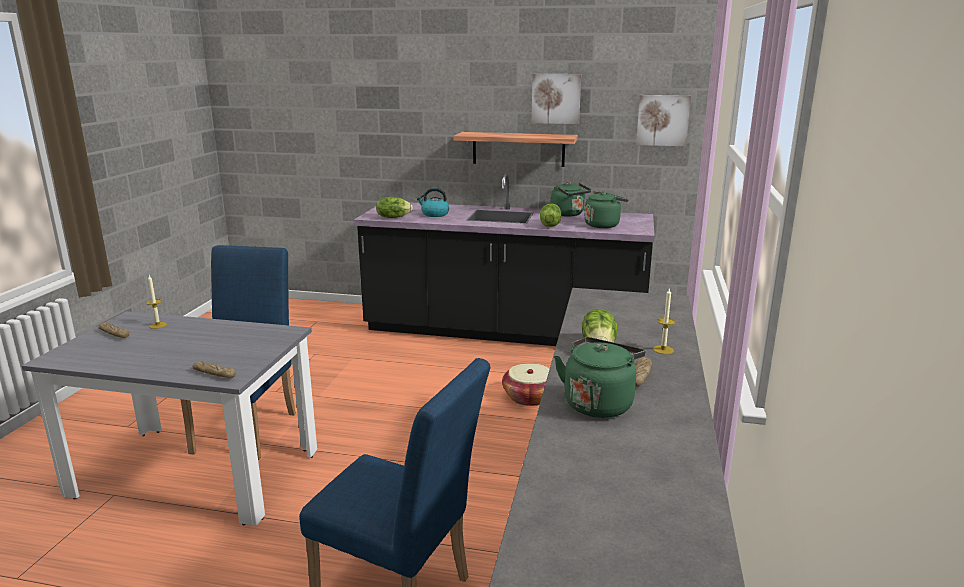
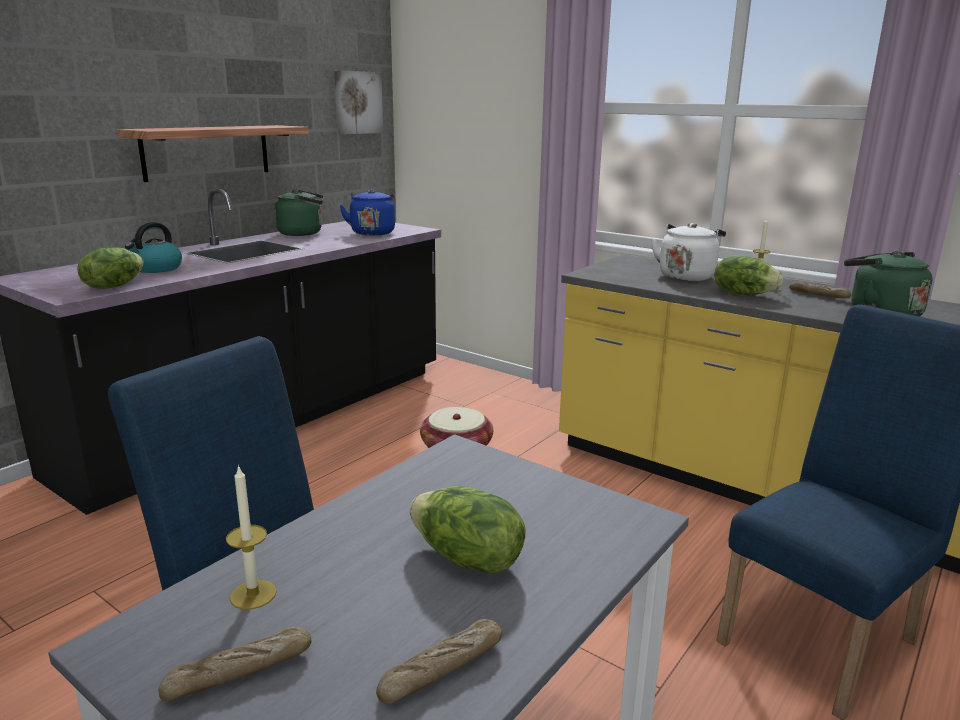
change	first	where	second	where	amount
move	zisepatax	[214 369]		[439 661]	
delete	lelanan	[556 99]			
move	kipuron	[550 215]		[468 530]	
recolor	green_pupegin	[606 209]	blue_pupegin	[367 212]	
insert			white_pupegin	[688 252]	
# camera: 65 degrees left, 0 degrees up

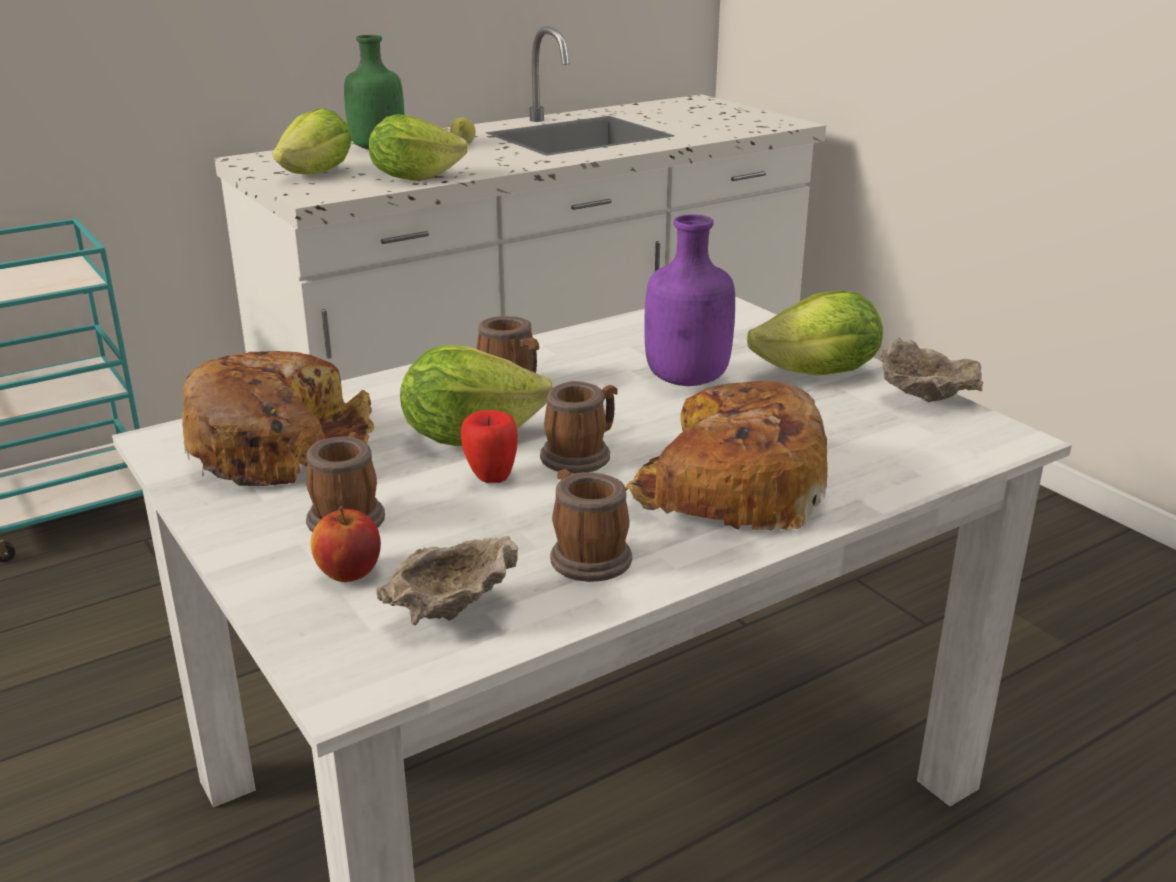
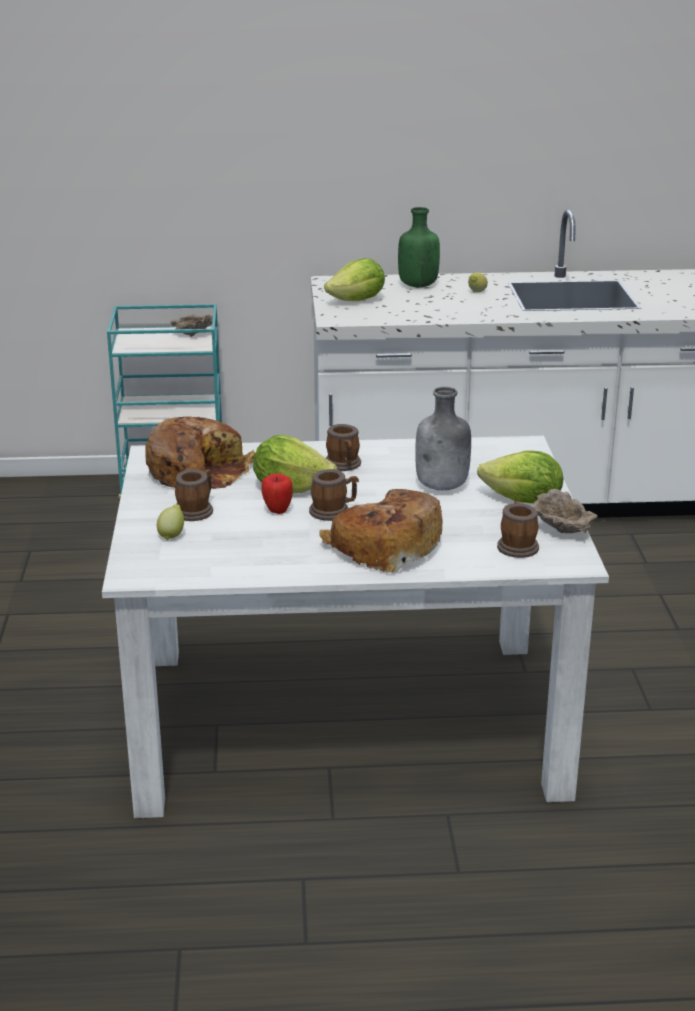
change	first	where	second	where	amount
replace	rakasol	[346 544]	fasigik	[170 522]	
delete	kipuron	[418 147]			
move	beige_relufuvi	[447 581]		[191 326]	
move	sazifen	[591 525]		[518 529]	
recolor	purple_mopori	[689 300]	grey_mopori	[443 439]	
# camera: 30 degrees right, 0 degrees up

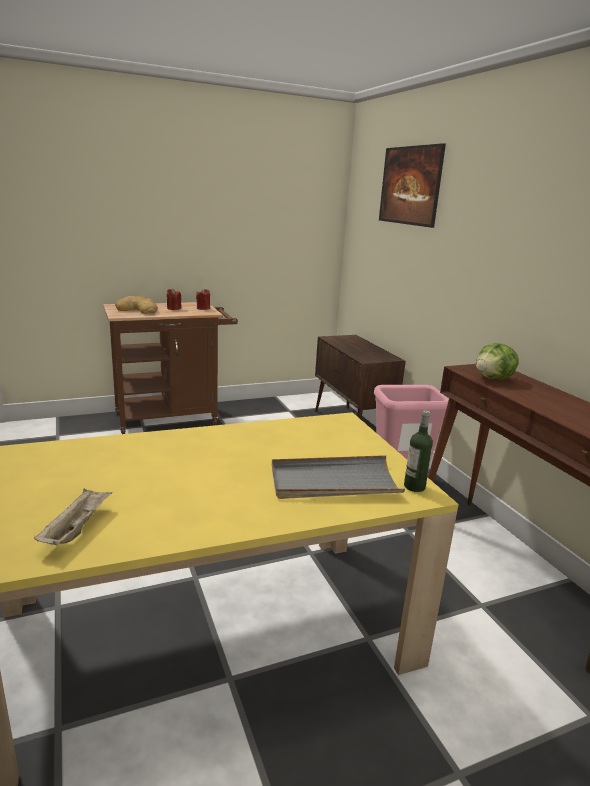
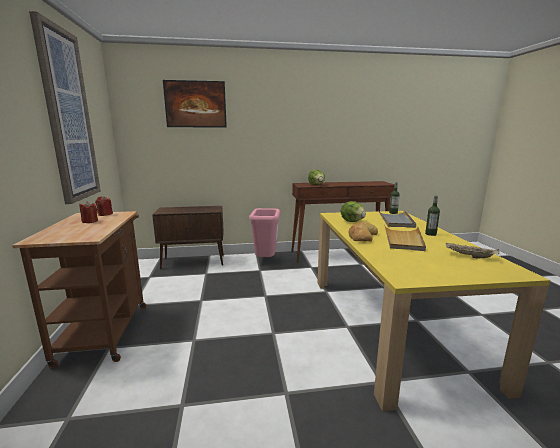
change	first	where	second	where	amount
move	zisepatax	[136 305]		[363 232]	
insert			lelanan	[65 107]	
insert			kipuron	[353 211]	
insert			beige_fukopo	[405 238]	
insert			mopori	[432 215]	
# camera: 75 degrees left, 5 degrees down

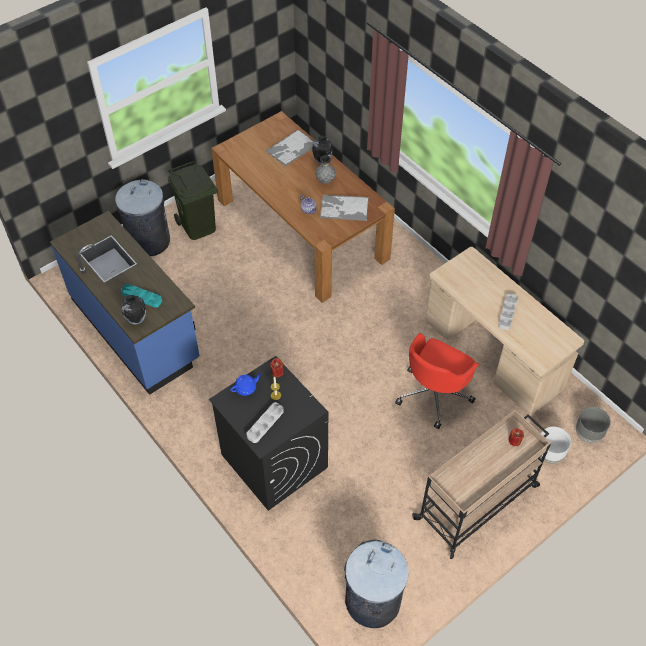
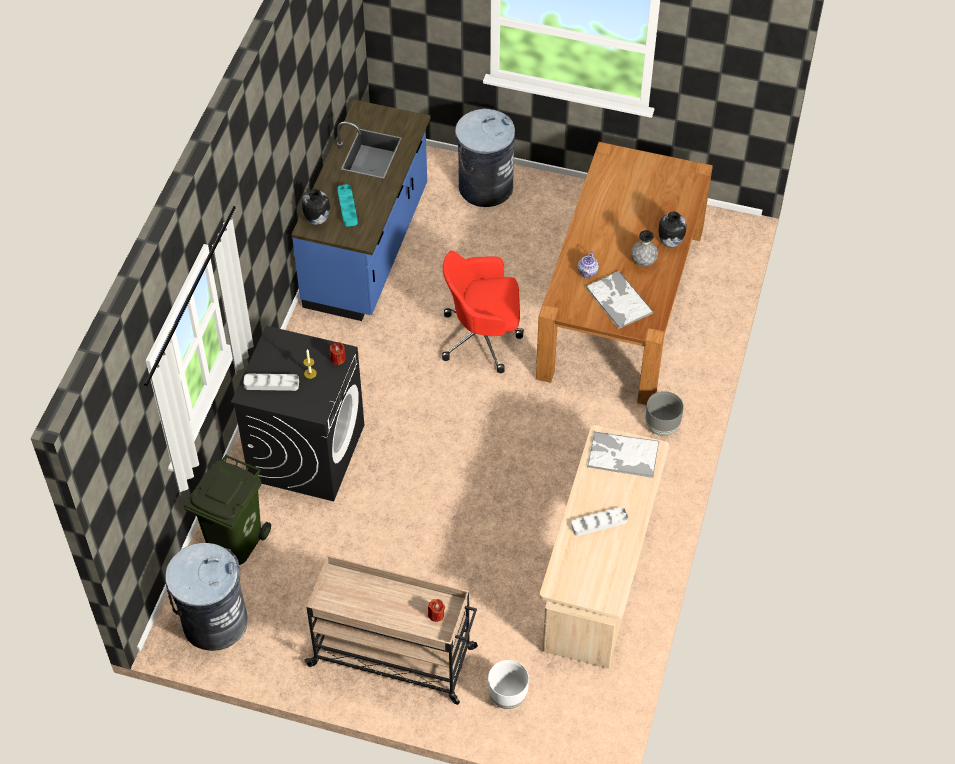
change	first	where	second	where	amount
move	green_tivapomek	[193 200]		[227 510]	
delete	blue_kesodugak	[246 384]			
move	fukopo	[290 148]		[623 454]	
move	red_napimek	[437 381]		[483 312]	
move	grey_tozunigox	[593 425]		[665 413]	
# camera: 55 degrees right, 0 degrees up

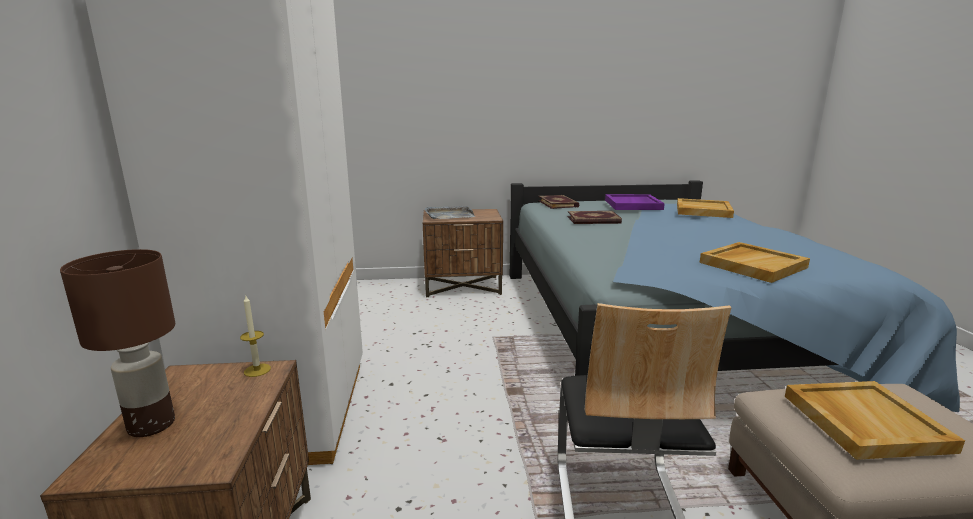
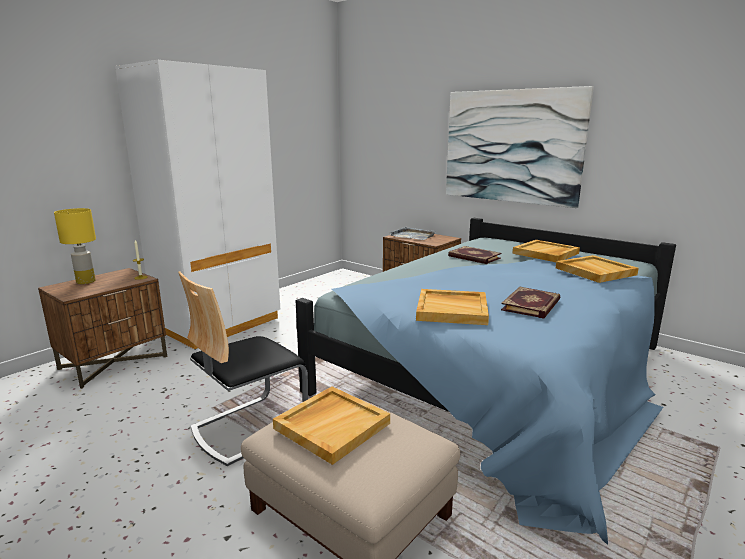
change	first	where	second	where	amount
recolor	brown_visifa	[117 343]	yellow_visifa	[75 246]	
move	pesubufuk	[558 202]		[531 303]	
recolor	purple_fukopo	[635 202]	beige_fukopo	[546 251]	
insert			lelanan	[520 147]	
# camera: 45 degrees right, 0 degrees up

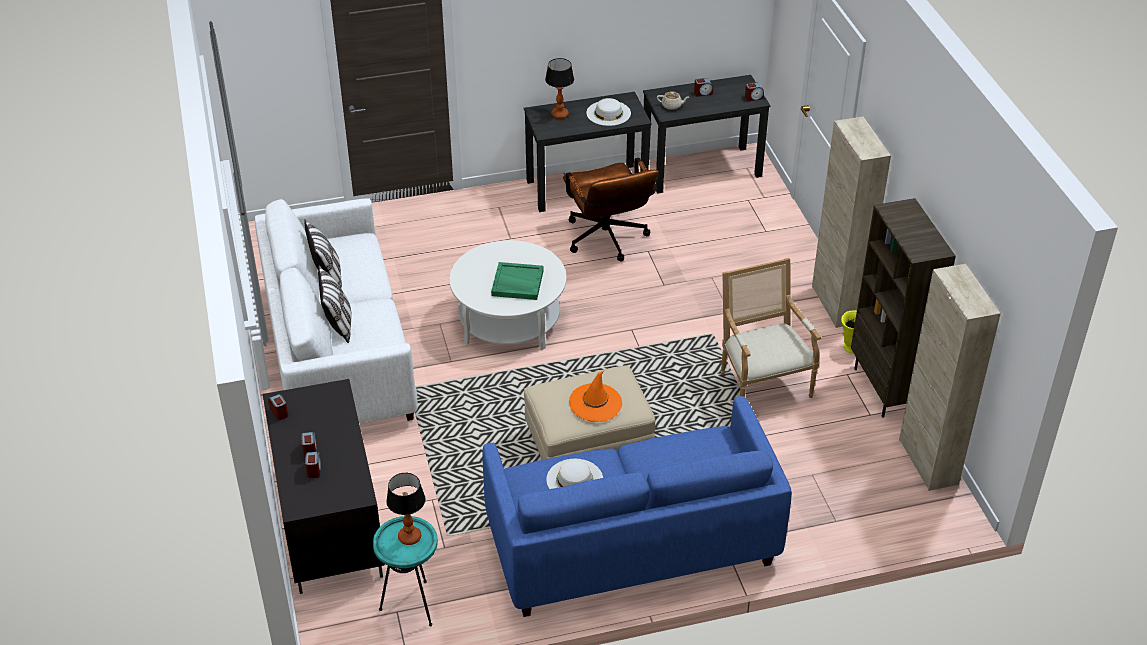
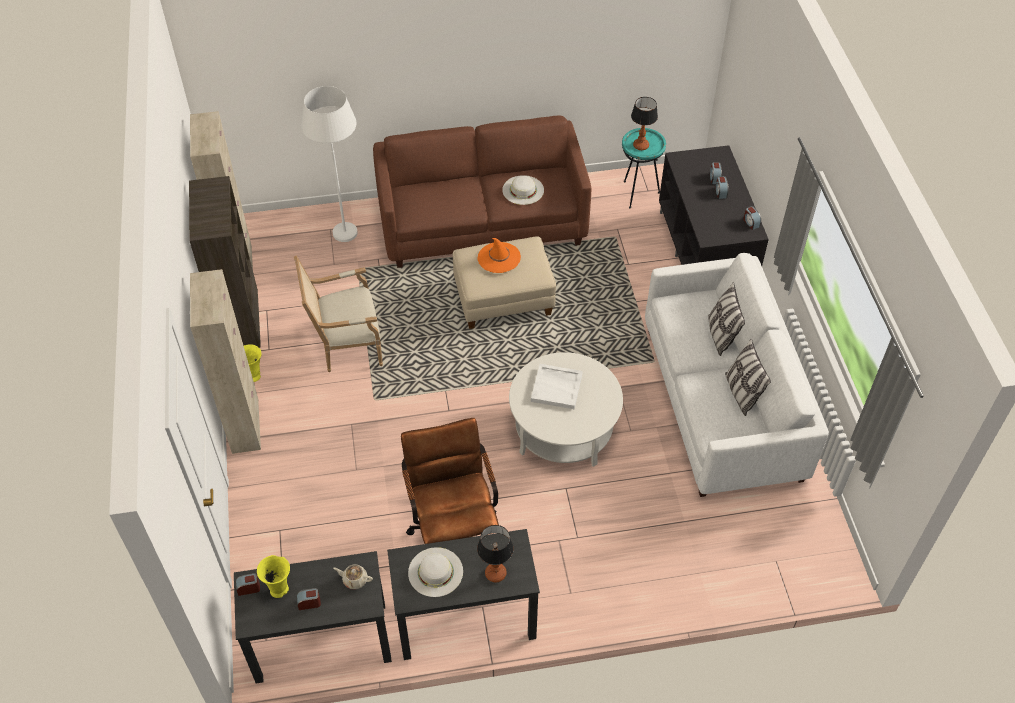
change	first	where	second	where	amount
recolor	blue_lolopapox	[637 506]	brown_lolopapox	[482 192]	
recolor	green_fukopo	[517 281]	white_fukopo	[557 386]	
rotate	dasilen	[771 328]		[338 313]	90 degrees clockwise
insert			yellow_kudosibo	[273 576]	
insert			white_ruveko	[329 164]	
# camera: 175 degrees left, 10 degrees up

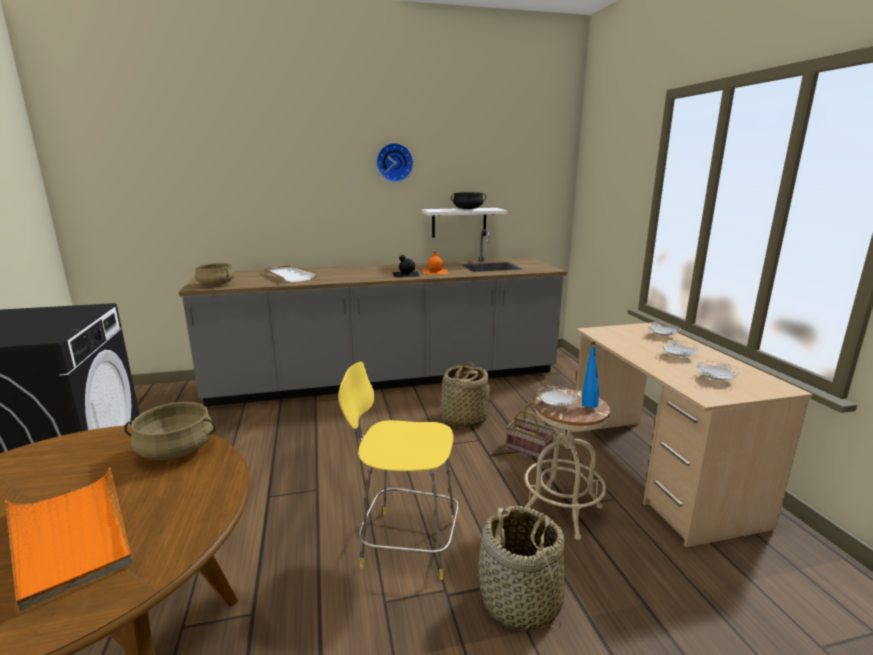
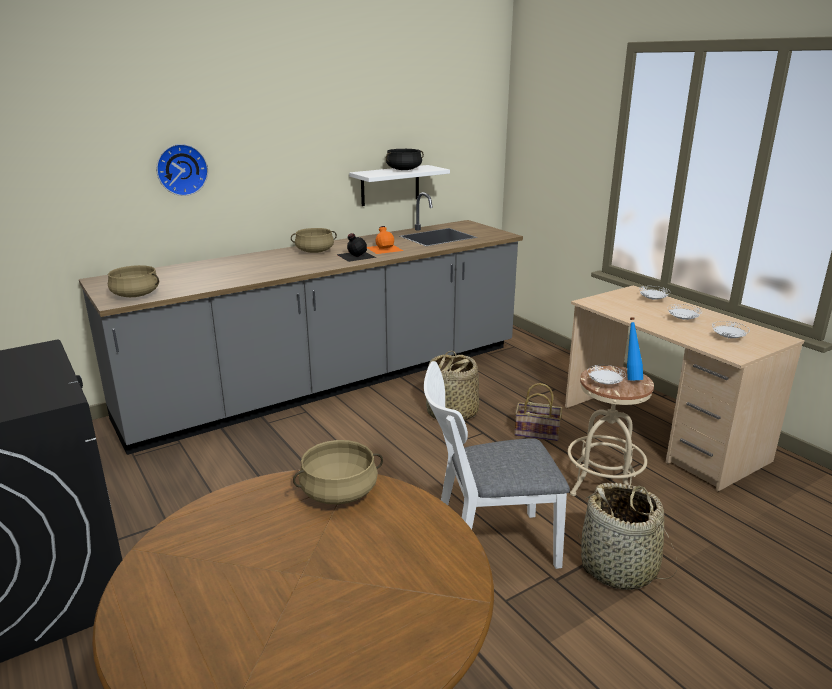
change	first	where	second	where	amount
delete	orange_fukopo	[69 539]			
delete	white_fukopo	[290 273]			
replace	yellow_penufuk	[398 471]	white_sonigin	[497 465]	
move	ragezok	[394 162]		[182 170]	
insert			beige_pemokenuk	[314 240]	
# camera: 20 degrees left, 5 degrees up

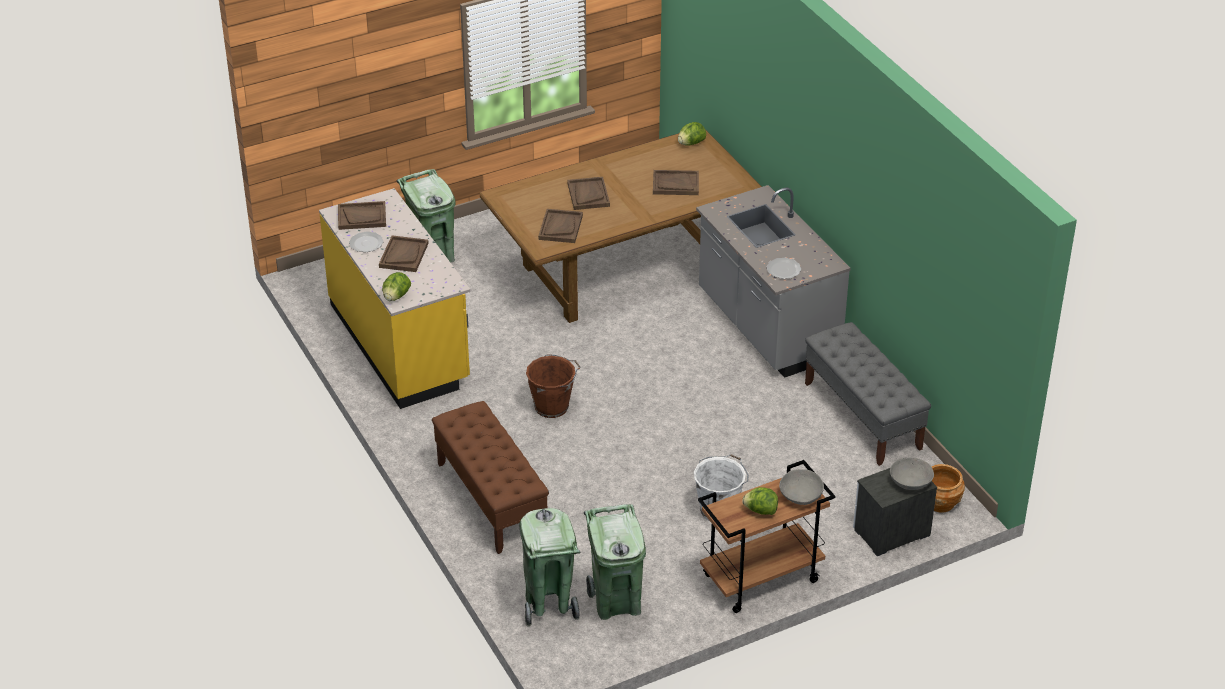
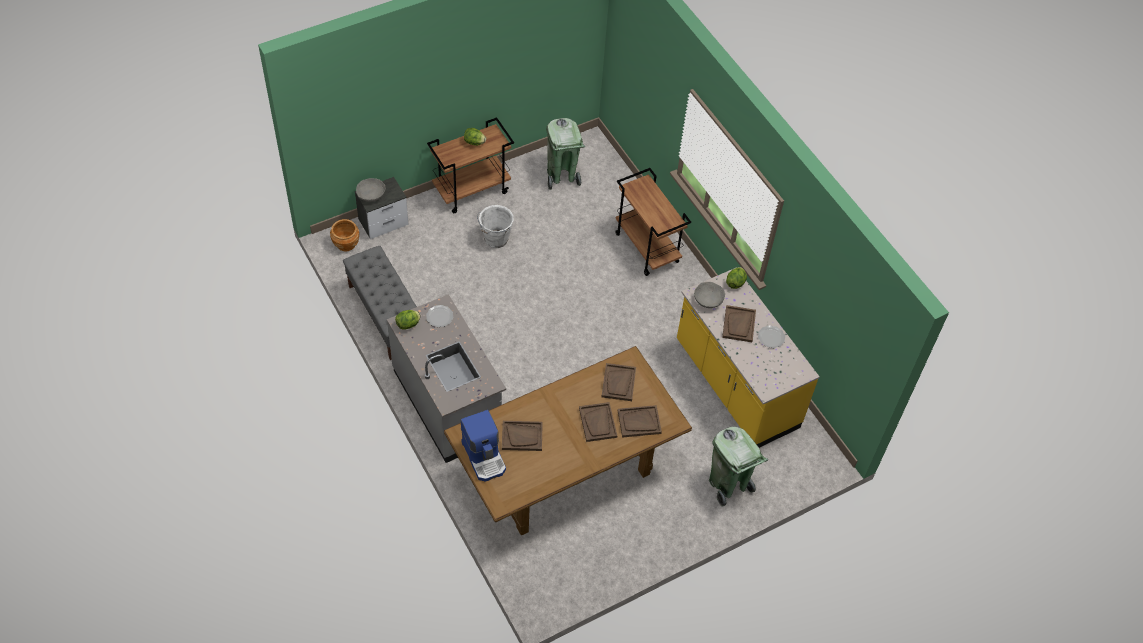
change	first	where	second	where	amount
move	brown_fukopo	[362 215]		[640 421]	
replace	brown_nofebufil	[490 477]	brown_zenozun	[653 222]	
delete	green_tivapomek	[549 567]			
delete	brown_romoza	[553 386]			
move	kipuron	[692 134]		[407 320]	
move	grey_relufuvi	[801 487]		[709 295]	
insert			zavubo	[483 446]	
# camera: 175 degrees right, 15 degrees up

